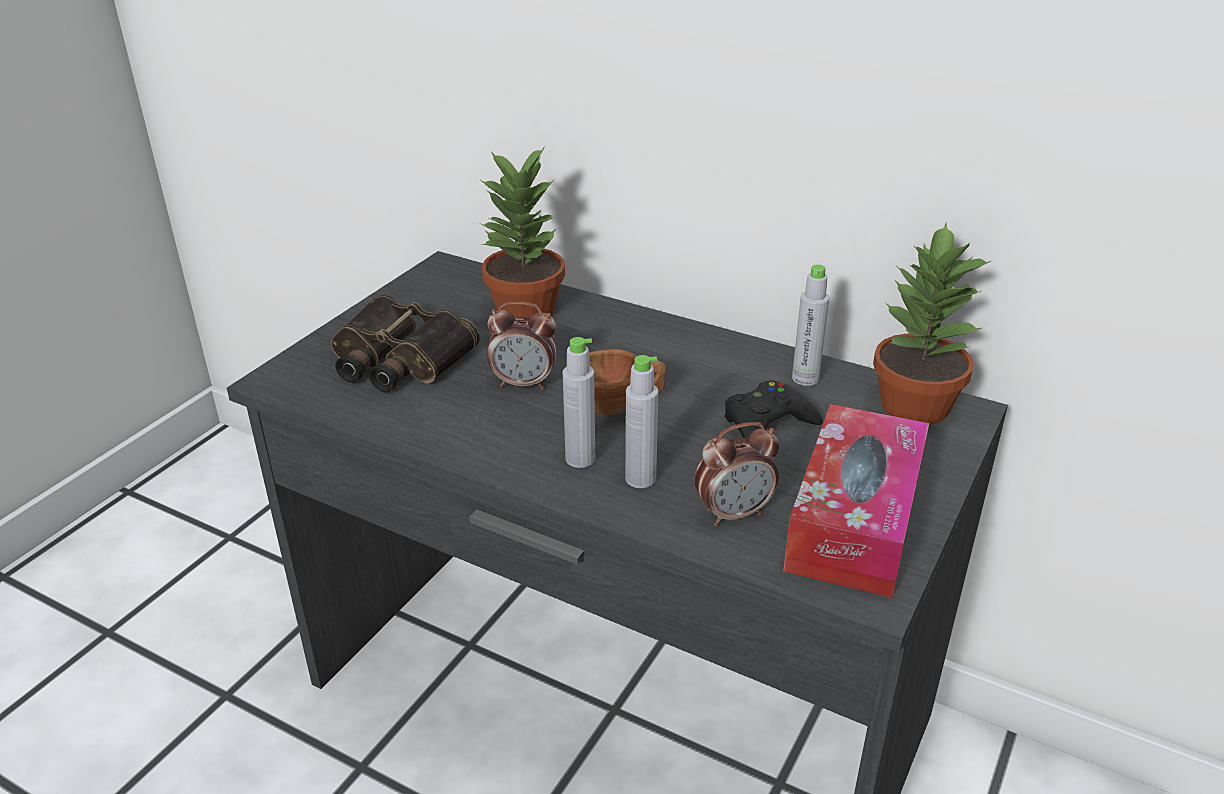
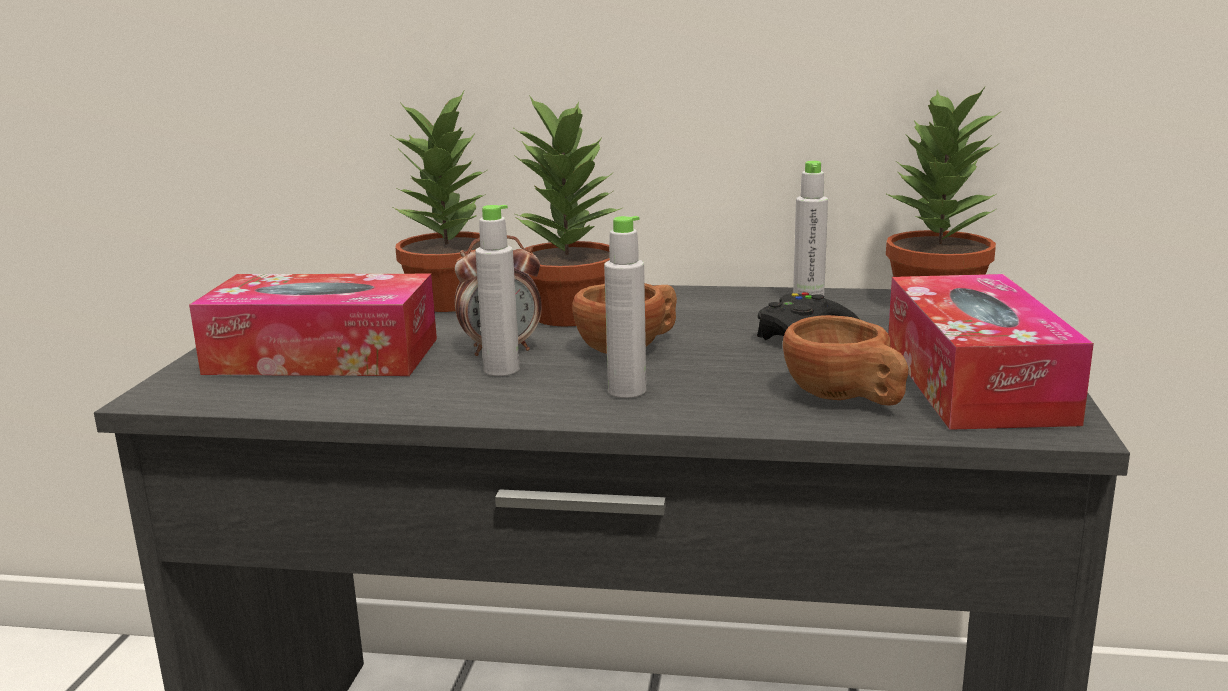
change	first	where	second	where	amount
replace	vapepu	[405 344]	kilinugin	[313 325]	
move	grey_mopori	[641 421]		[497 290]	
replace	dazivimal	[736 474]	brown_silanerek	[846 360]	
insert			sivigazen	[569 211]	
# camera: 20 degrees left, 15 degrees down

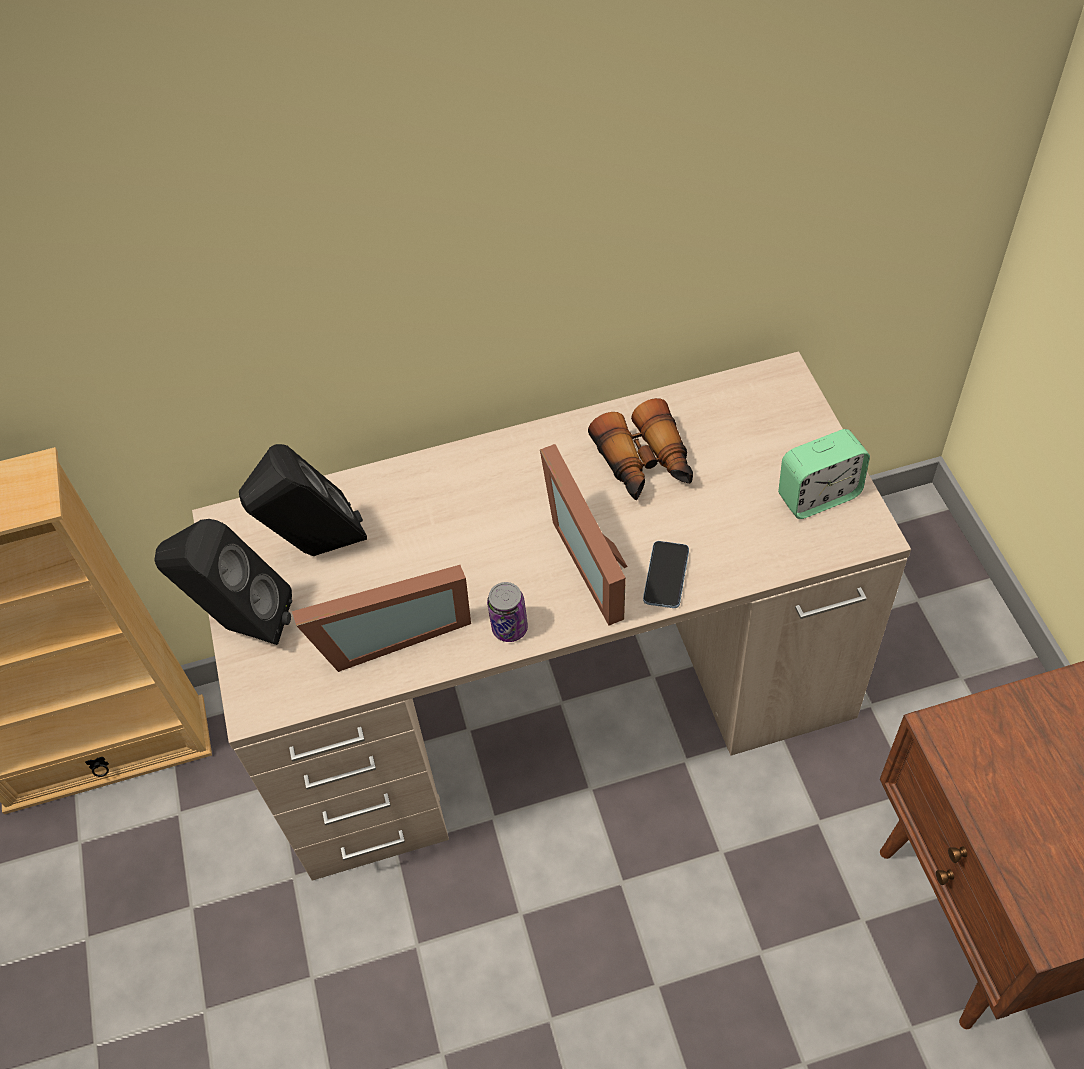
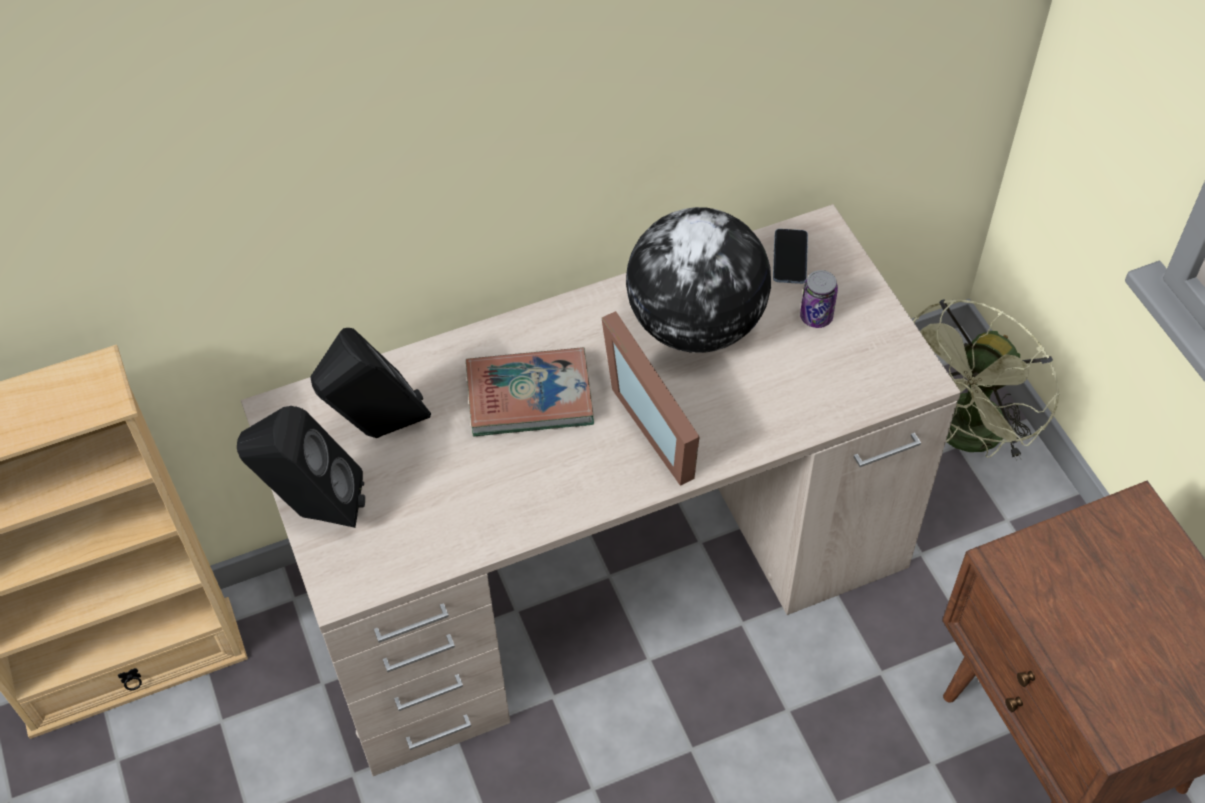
change	first	where	second	where	amount
delete	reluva	[381 618]			
move	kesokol	[507 612]		[819 299]	
replace	vapepu	[640 449]	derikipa	[698 280]	
move	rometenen	[666 574]		[790 256]	
delete	dazivimal	[824 474]			
insert			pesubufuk	[530 391]	
insert			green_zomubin	[986 380]	
# camera: 10 degrees left, 0 degrees up

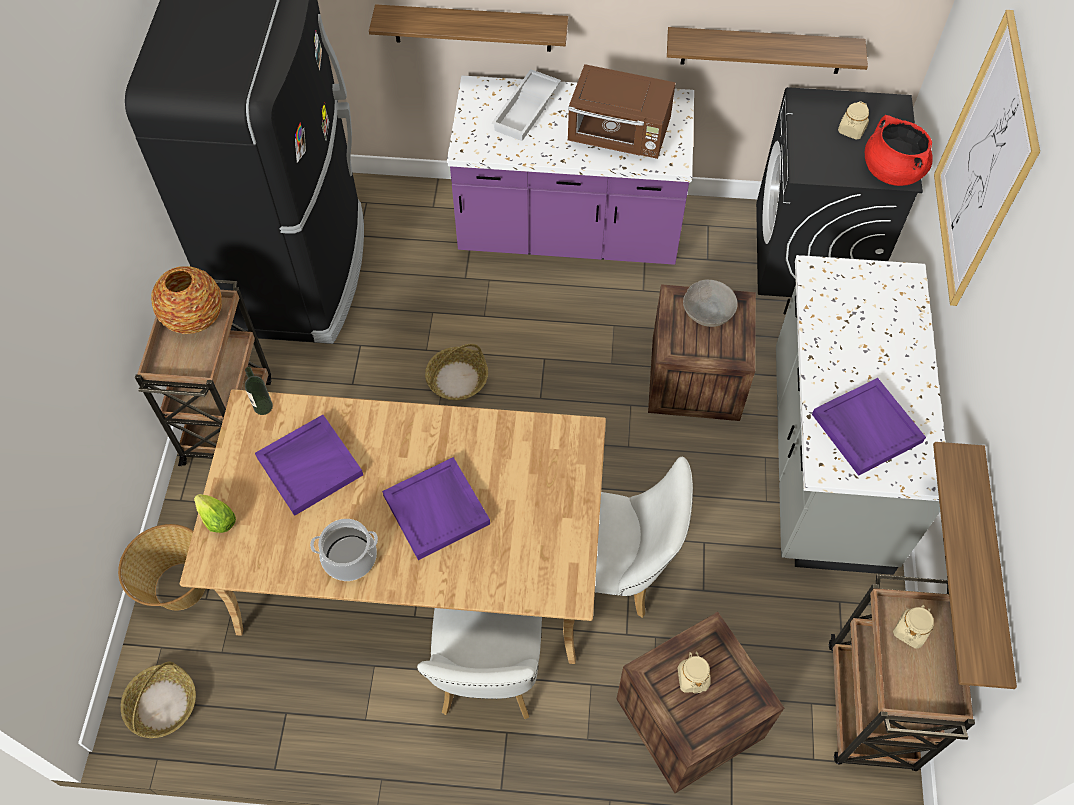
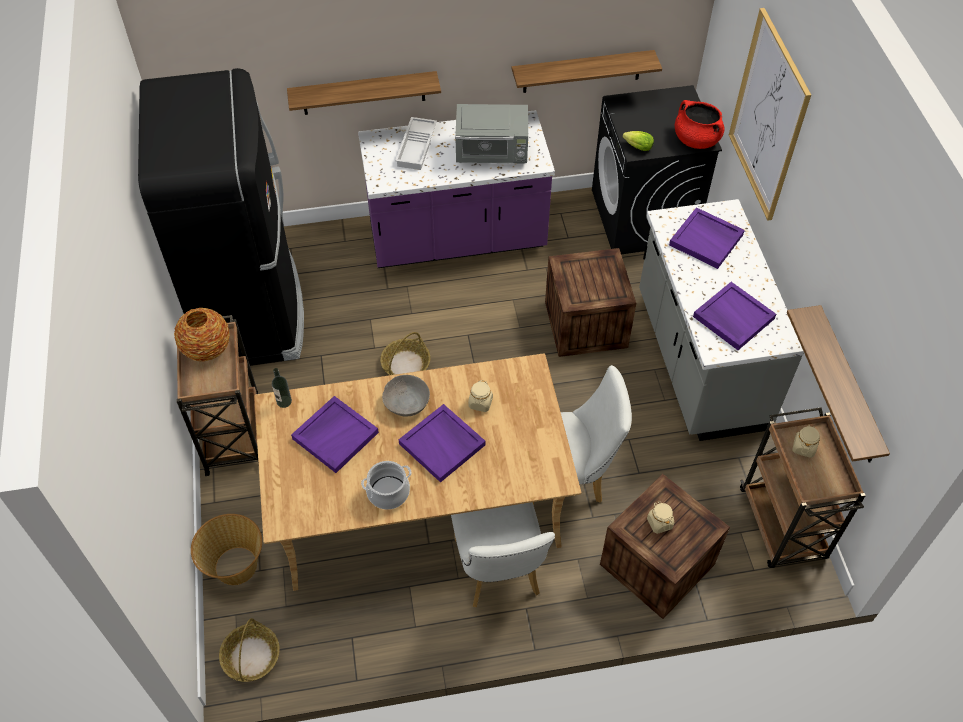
change	first	where	second	where	amount
move	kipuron	[215 513]		[638 141]	
recolor	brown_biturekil	[622 111]	grey_biturekil	[491 133]	
move	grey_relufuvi	[710 303]		[406 396]	
move	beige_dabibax	[853 120]		[480 396]	
insert			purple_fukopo	[707 238]	
# camera: 15 degrees left, 5 degrees down

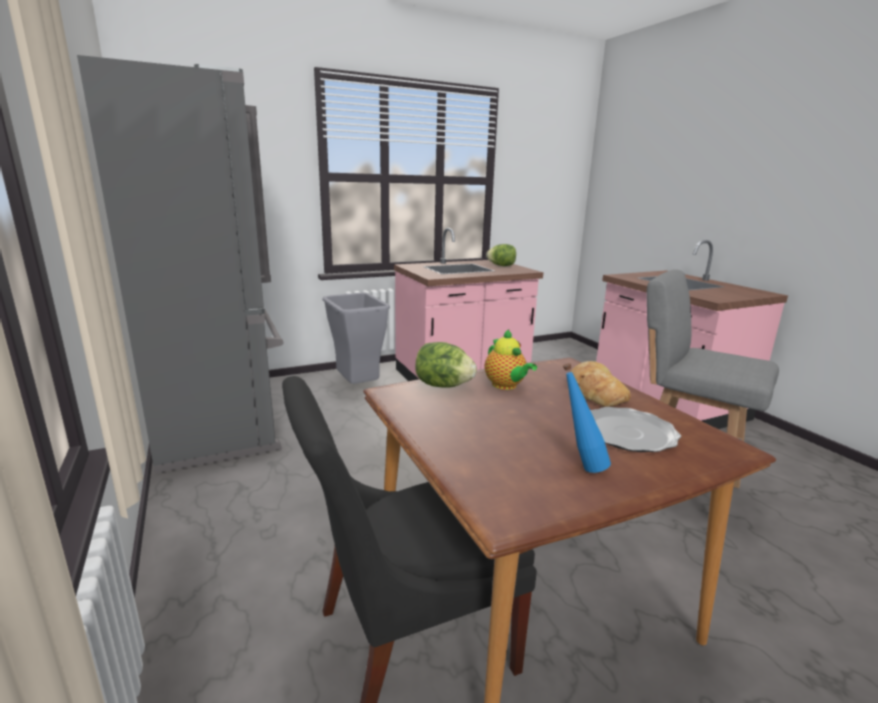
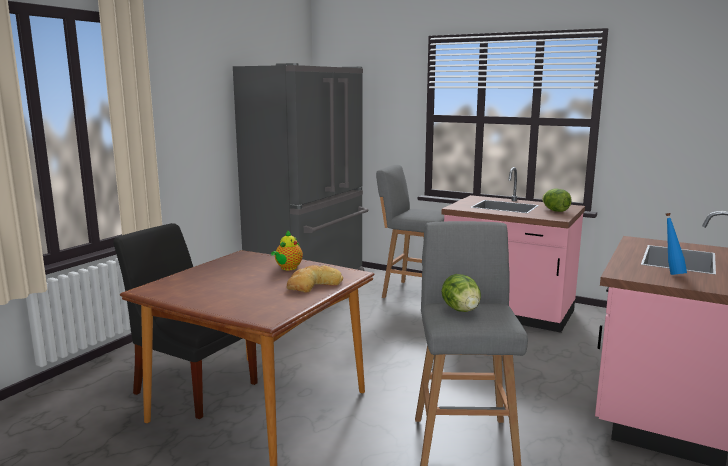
change	first	where	second	where	amount
replace	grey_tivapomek	[356 338]	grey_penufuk	[410 231]	
move	kipuron	[446 365]		[461 293]	
move	blue_mopori	[587 418]		[676 244]	
delete	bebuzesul	[635 429]			
# camera: 55 degrees right, 5 degrees down

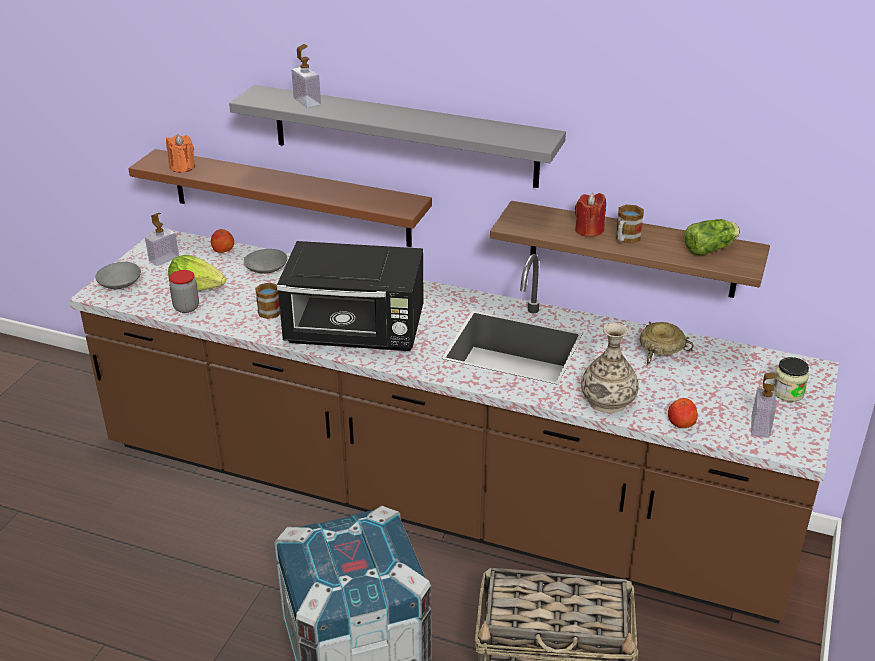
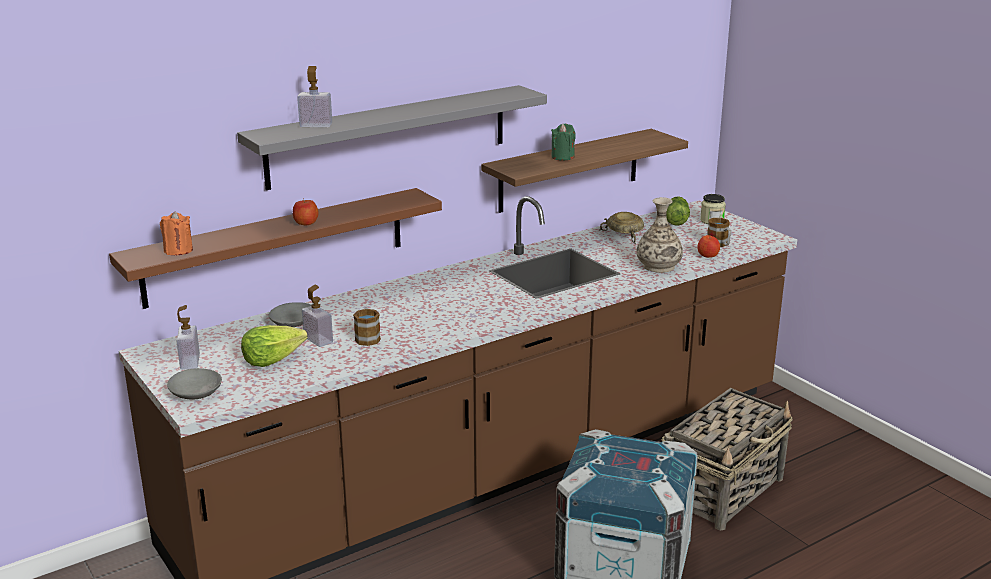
change	first	where	second	where	amount
delete	dabibax	[184 291]			
move	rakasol	[222 241]		[306 212]	
delete	black_biturekil	[350 296]			
recolor	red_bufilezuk	[590 215]	green_bufilezuk	[563 142]	
move	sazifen	[630 224]		[719 232]	
move	kipuron	[712 237]		[678 210]	
move	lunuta	[763 405]		[317 316]	
# camera: 55 degrees left, 10 degrees down

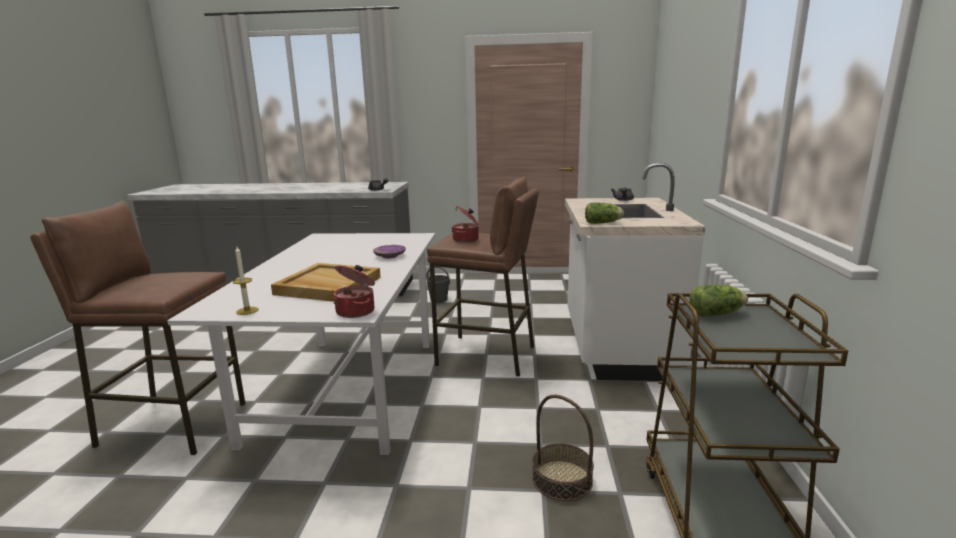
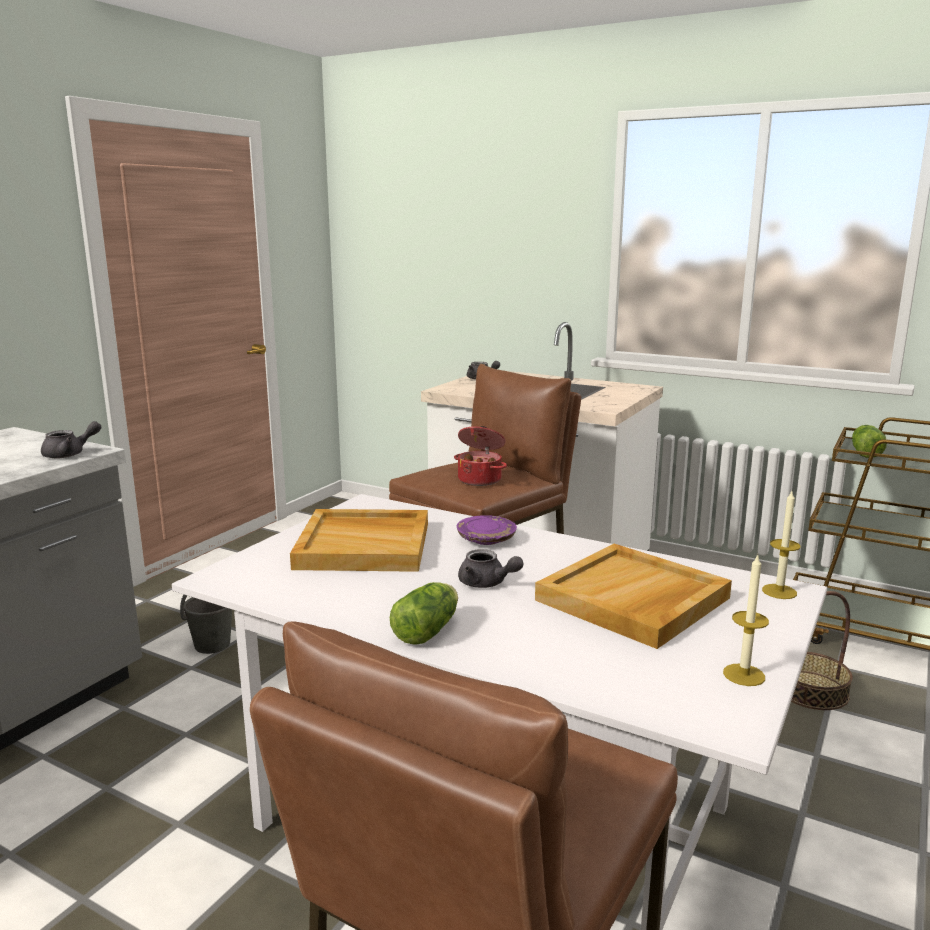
change	first	where	second	where	amount
replace	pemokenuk	[354 291]	bufilezuk	[781 545]	
move	kipuron	[604 213]		[424 613]	
insert			beige_fukopo	[359 540]	
insert			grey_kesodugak	[491 568]	
# camera: 65 degrees left, 0 degrees up

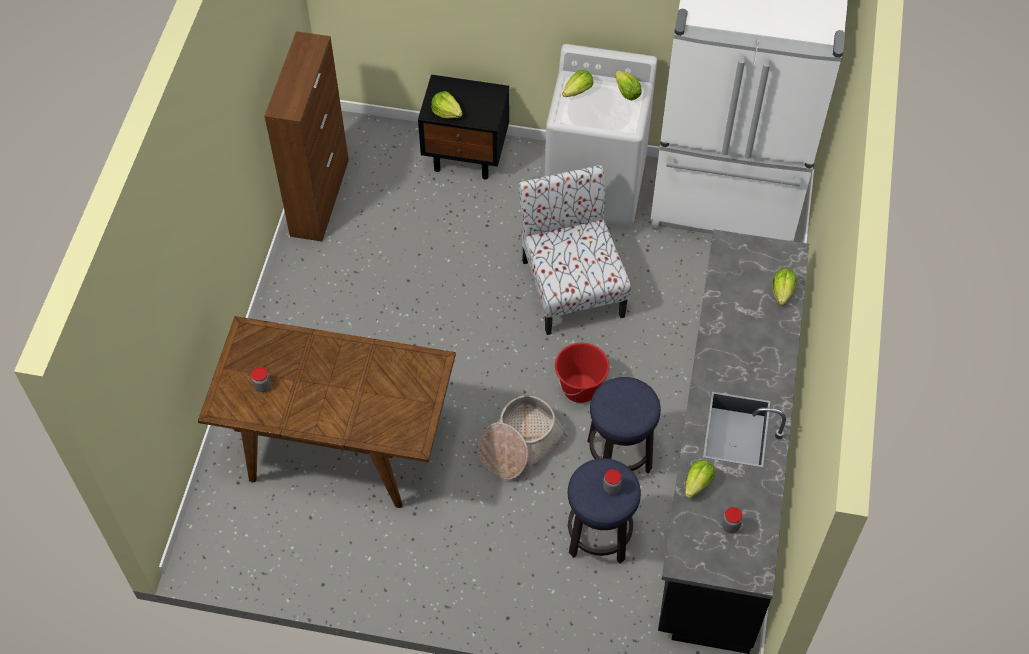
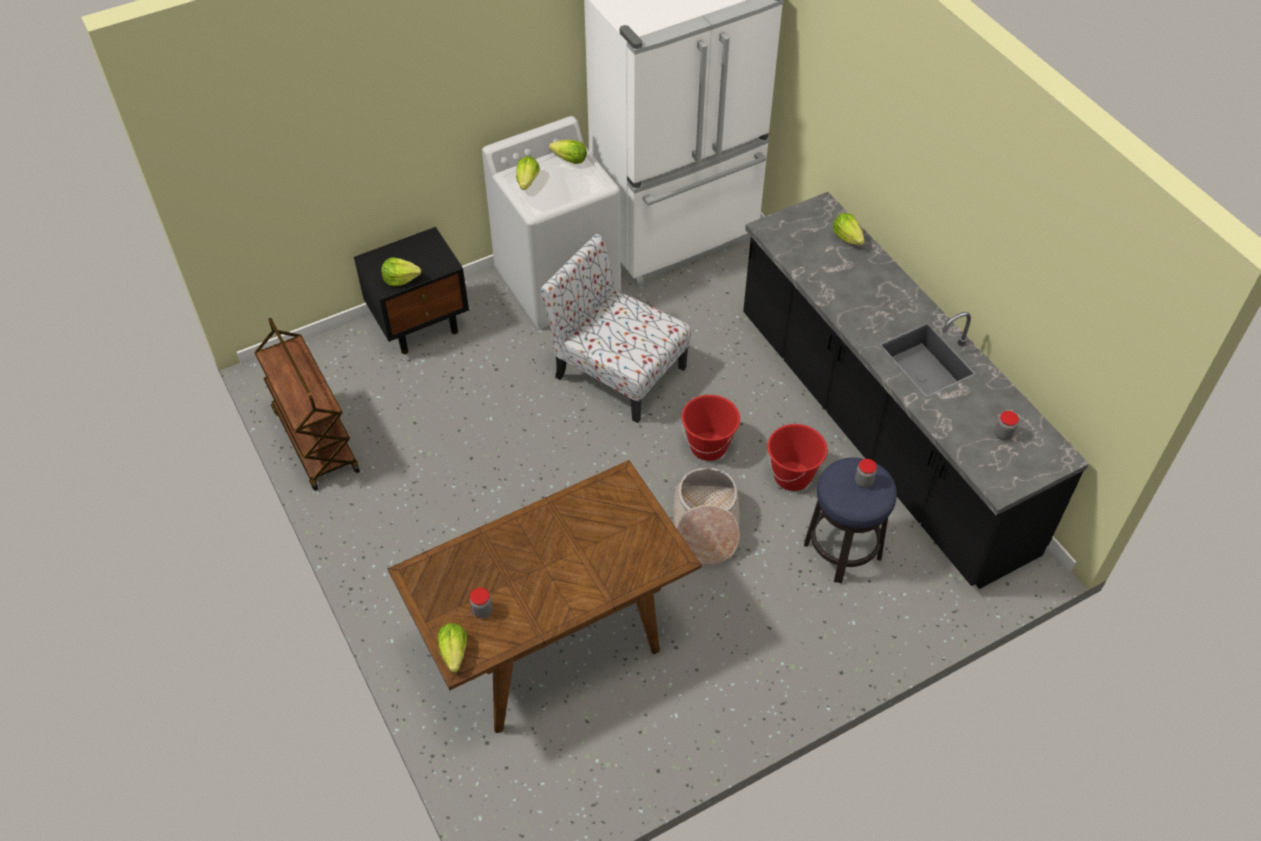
change	first	where	second	where	amount
replace	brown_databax	[306 136]	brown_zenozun	[307 404]	
replace	penufuk	[624 425]	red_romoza	[797 457]	
move	kipuron	[700 478]		[452 648]	
# camera: 40 degrees left, 5 degrees down

